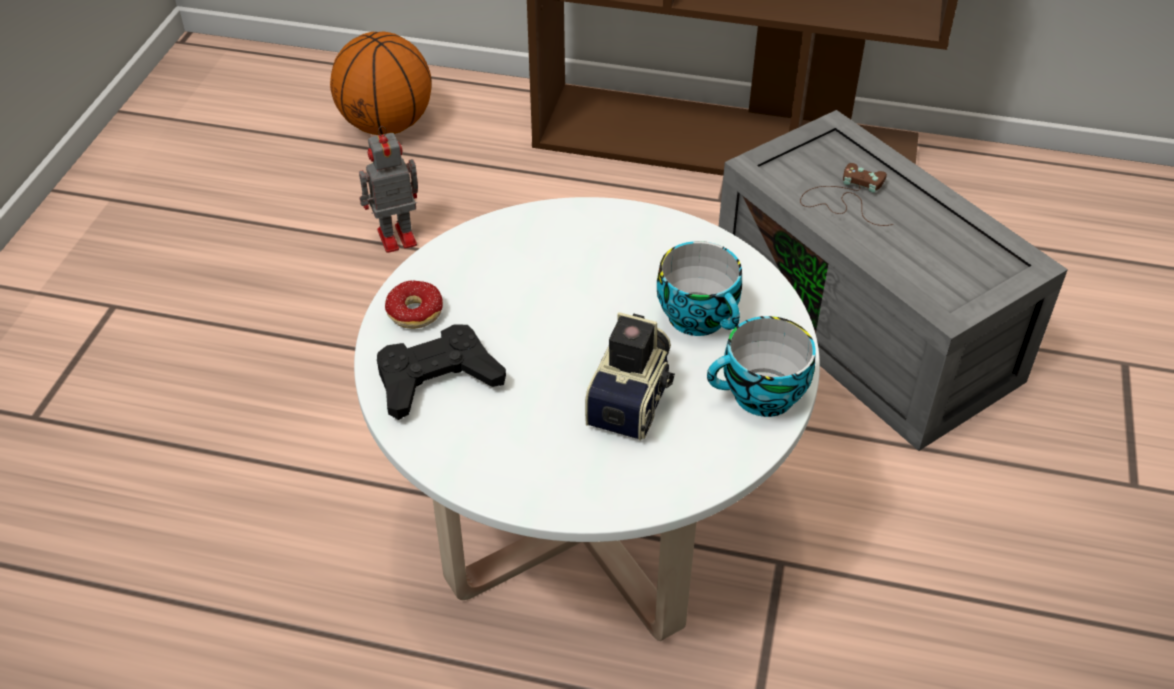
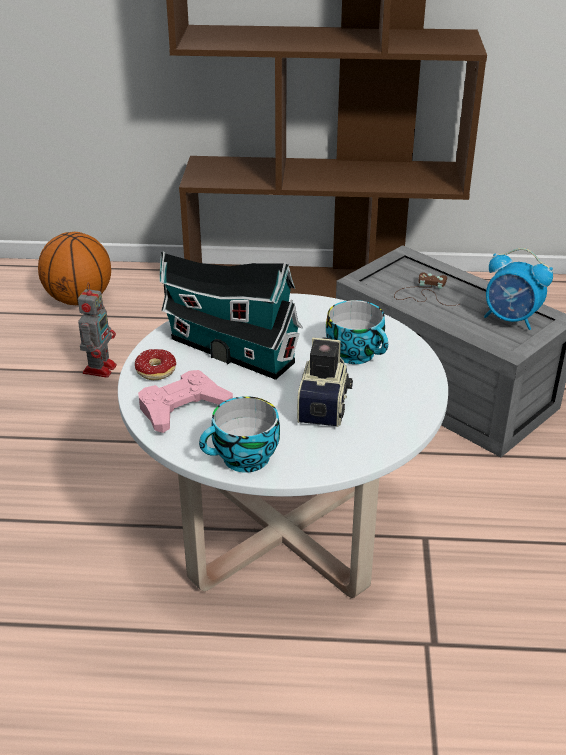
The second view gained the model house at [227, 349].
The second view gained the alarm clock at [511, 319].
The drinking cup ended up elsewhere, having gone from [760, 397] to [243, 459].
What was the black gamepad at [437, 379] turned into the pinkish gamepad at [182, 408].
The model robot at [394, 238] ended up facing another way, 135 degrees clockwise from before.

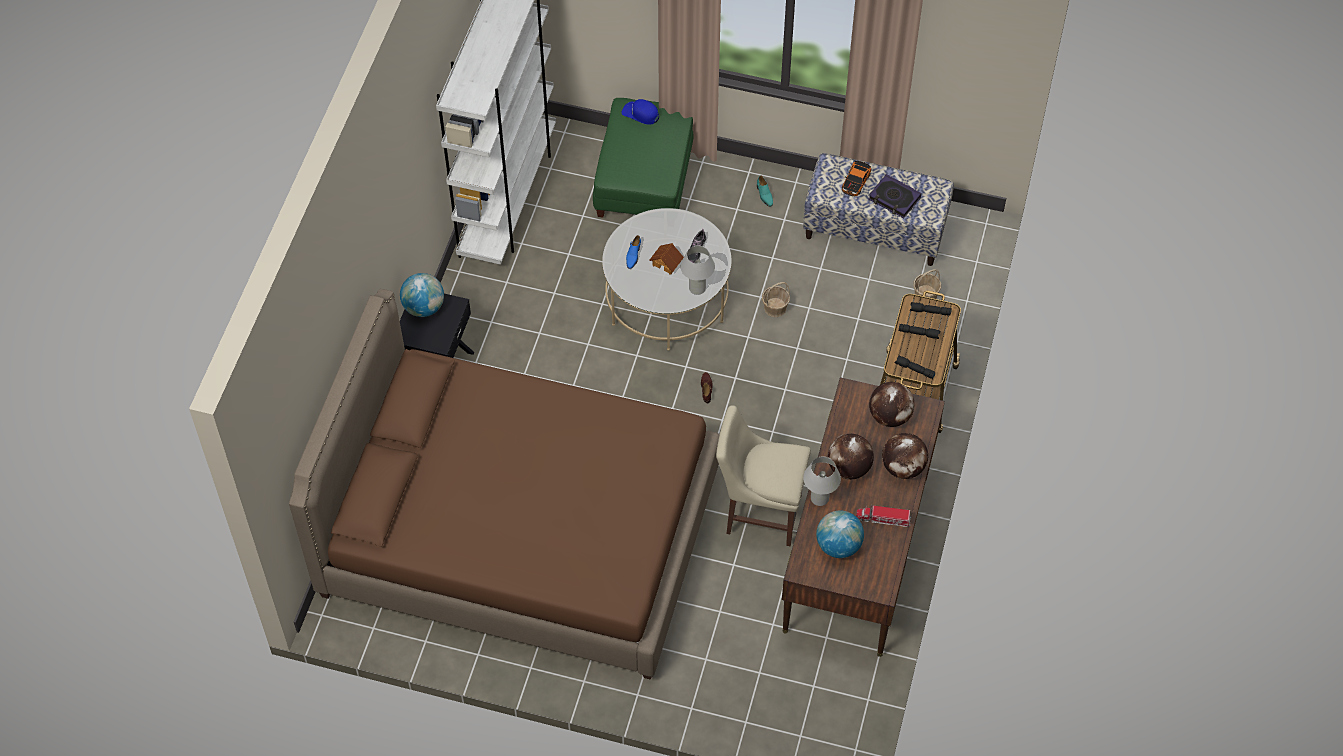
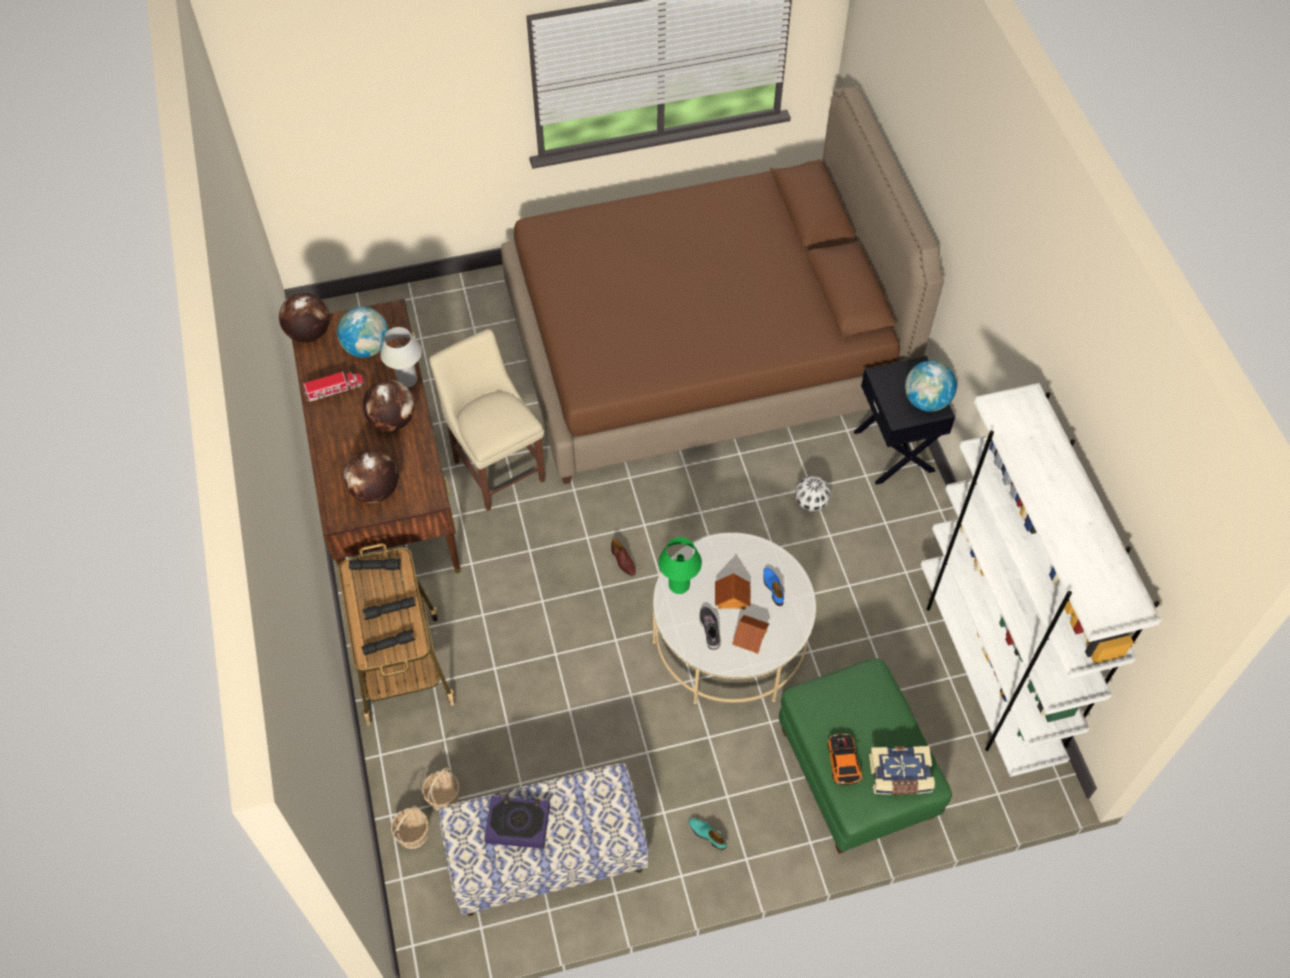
The second view gained the model house at [749, 637].
The second view gained the football at [811, 503].
The storage basket ended up elsewhere, having gone from [775, 307] to [413, 834].
The toy car ended up elsewhere, having gone from [856, 181] to [842, 761].
The world globe ended up elsewhere, having gone from [903, 468] to [309, 333].
Where the bluish cap stood at [640, 114], the volume came to stand at [899, 776].
What was the white tabletop lamp at [697, 288] turned into the greenish tabletop lamp at [679, 585].
The beige-coloured upright chair at [759, 512] ended up facing another way, 105 degrees counterclockwise from before.

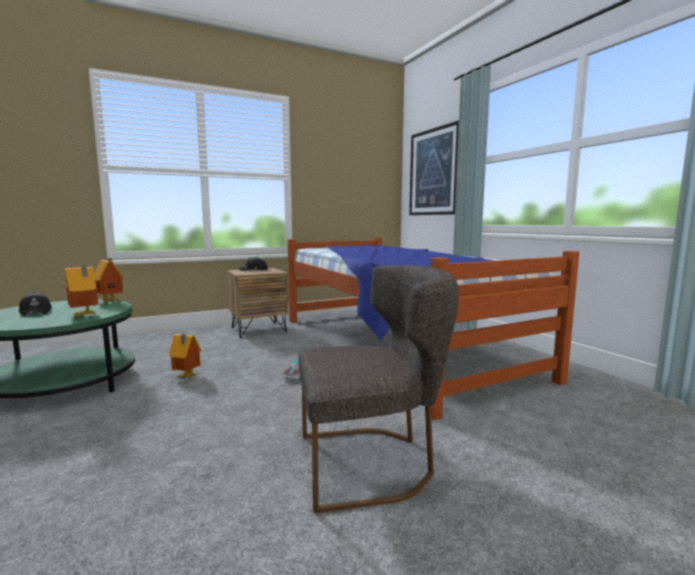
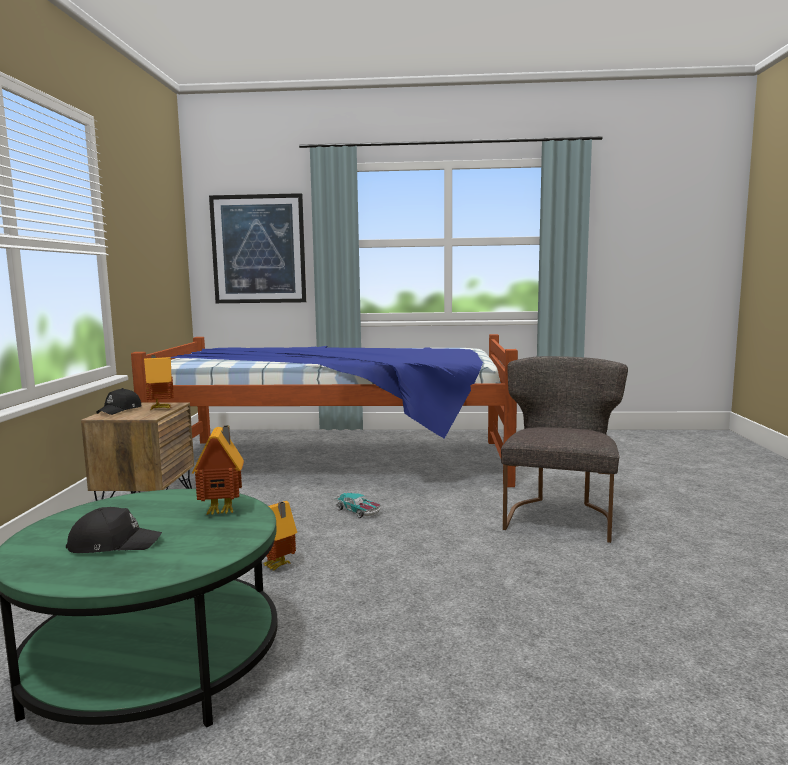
The model house ended up elsewhere, having gone from [111, 301] to [161, 408].

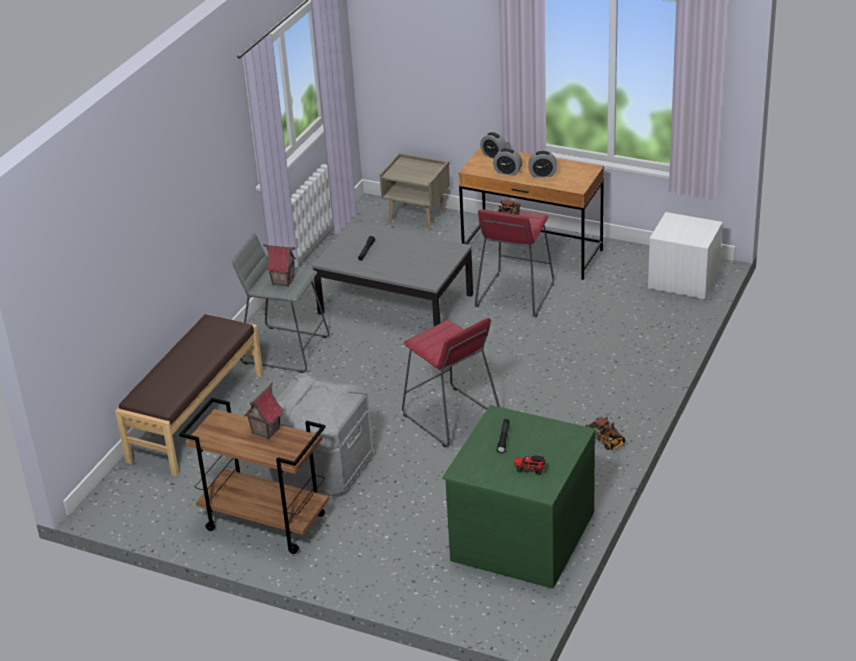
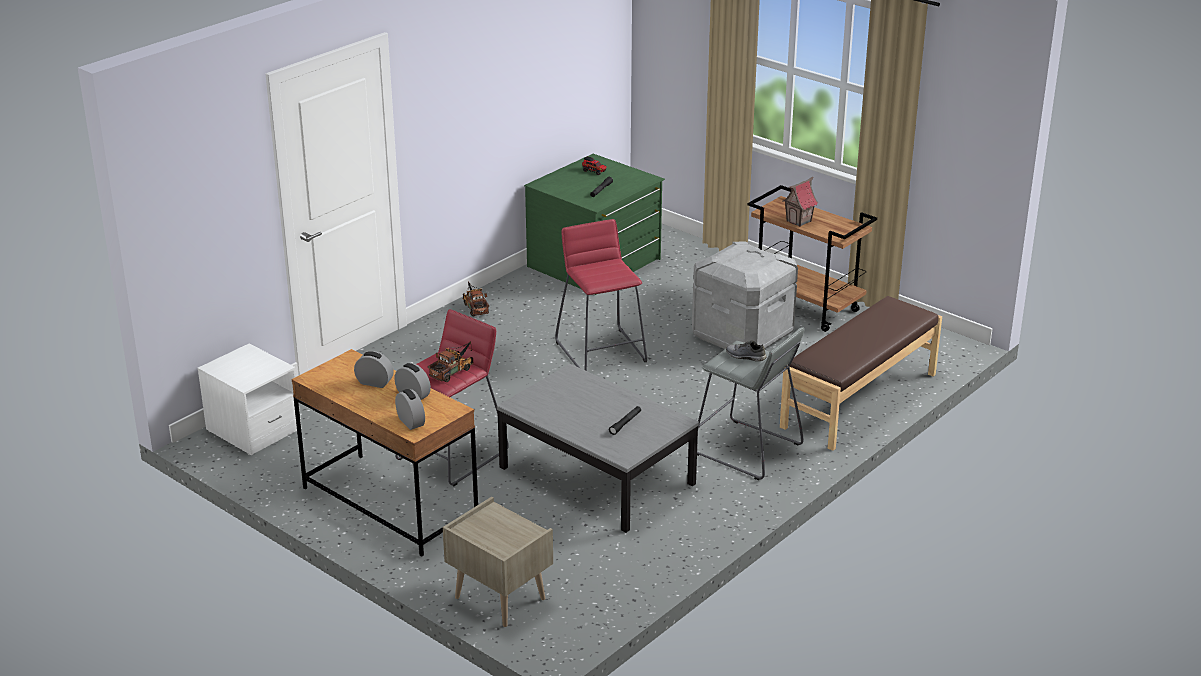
Where the model house stood at [283, 281], the gray low shoe came to stand at [745, 356].

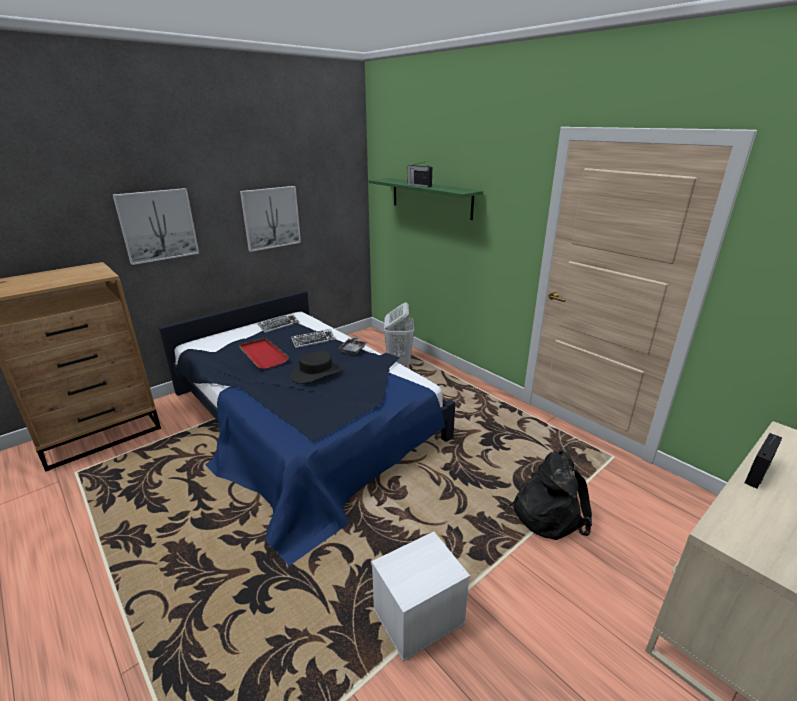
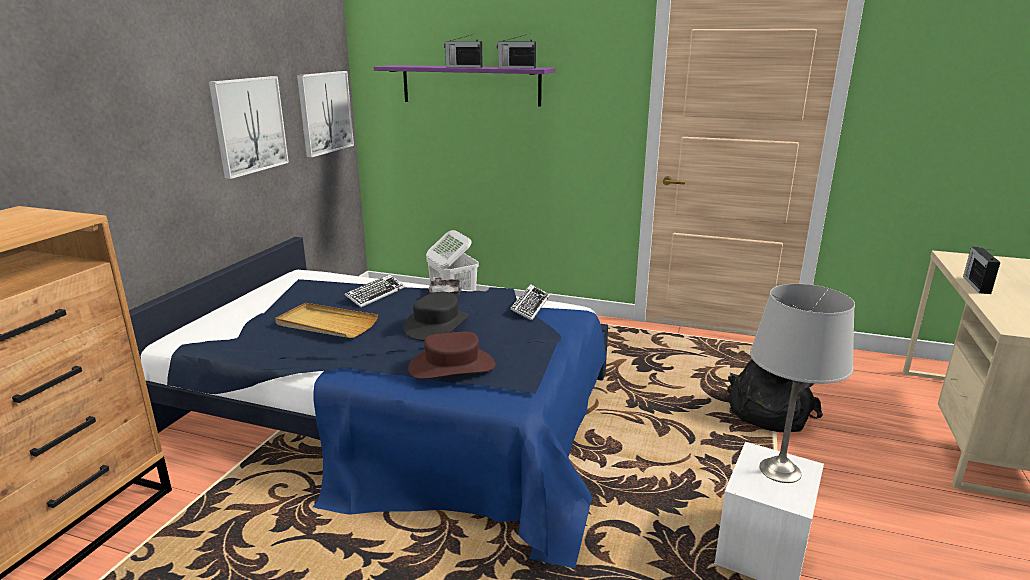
The second view gained the brownish hat at [452, 366].
The second view gained the radio receiver at [516, 68].
The second view gained the gray tabletop lamp at [779, 470].
The wall art ended up elsewhere, having gone from [158, 225] to [325, 112].
The PC keyboard ended up elsewhere, having gone from [279, 325] to [530, 306].
What was the red-coloured tray at [263, 355] turned into the beige-coloured tray at [326, 324].
What was the greenish shelf at [431, 198] turned into the purple-coloured shelf at [470, 85].

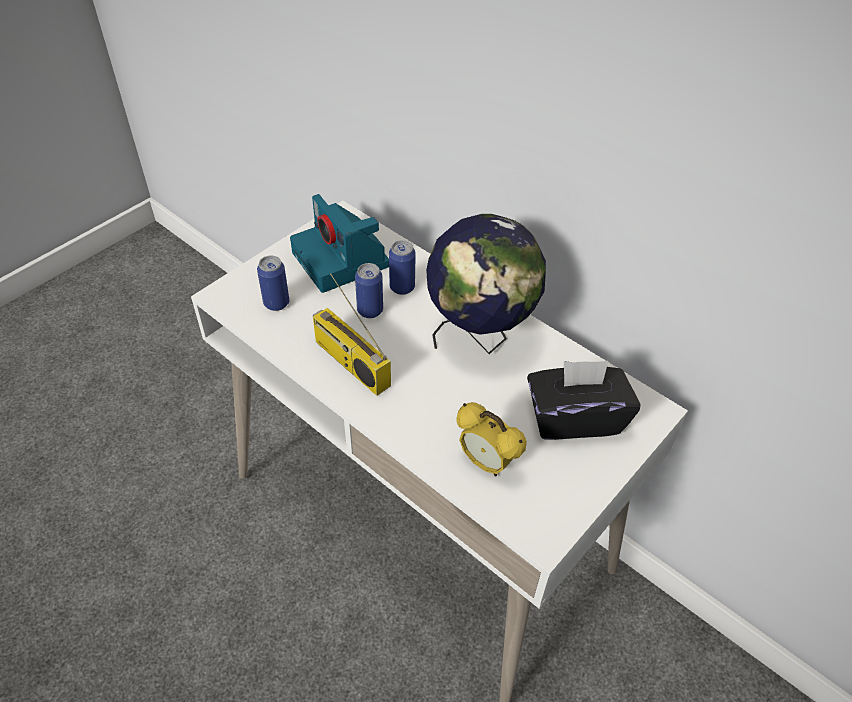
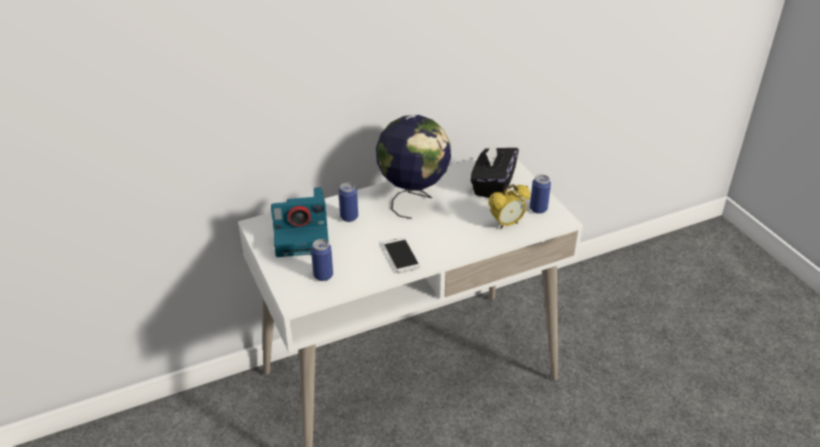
The metal can ended up elsewhere, having gone from [370, 310] to [538, 209].
Where the radio receiver stood at [349, 363], the phone came to stand at [401, 255].

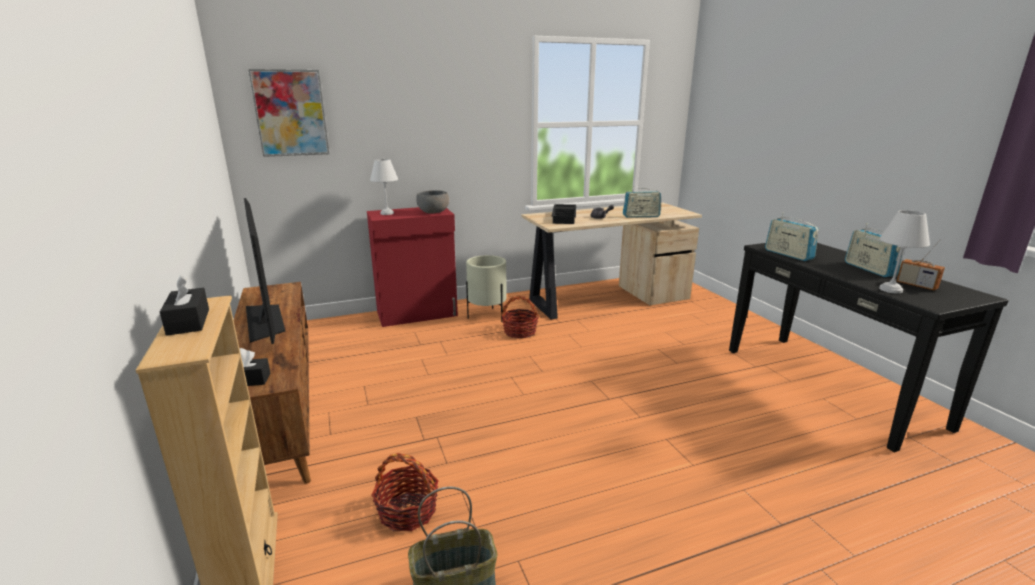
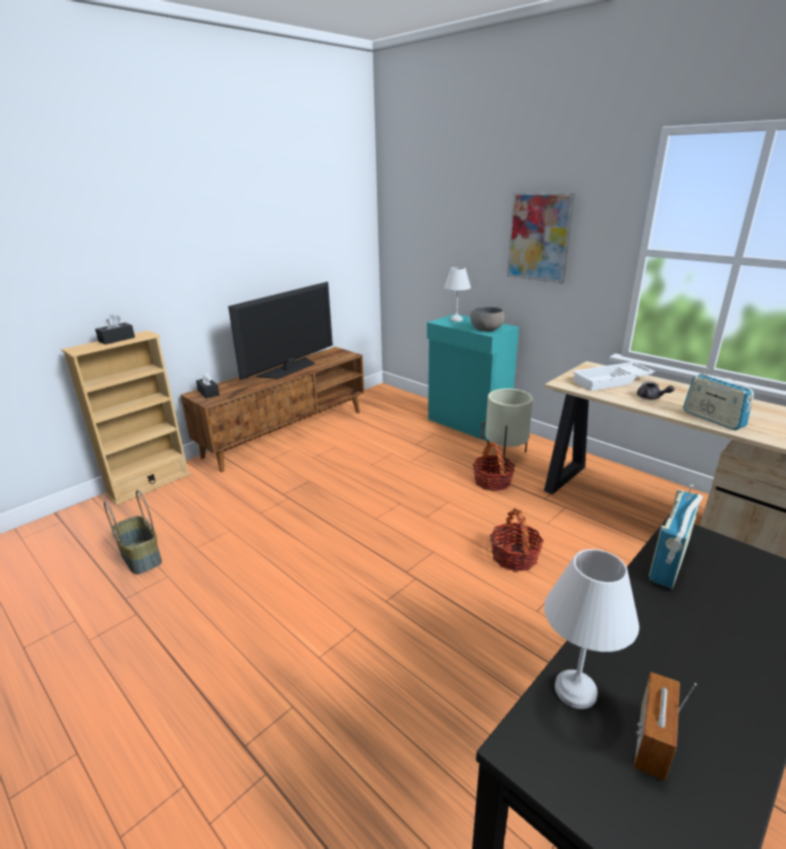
The second view lost the radio receiver at [869, 269].
The wall art ended up elsewhere, having gone from [290, 113] to [539, 237].
The storage basket ended up elsewhere, having gone from [408, 511] to [514, 557].
What was the red-coloured storage cabinet at [418, 314] turned into the turquoise storage cabinet at [468, 424].
What was the black tray at [565, 217] turned into the white tray at [612, 381].

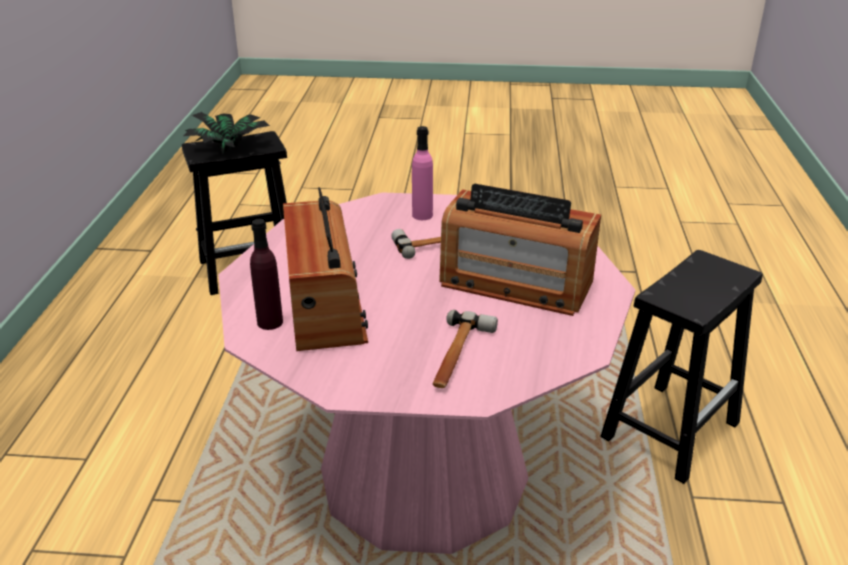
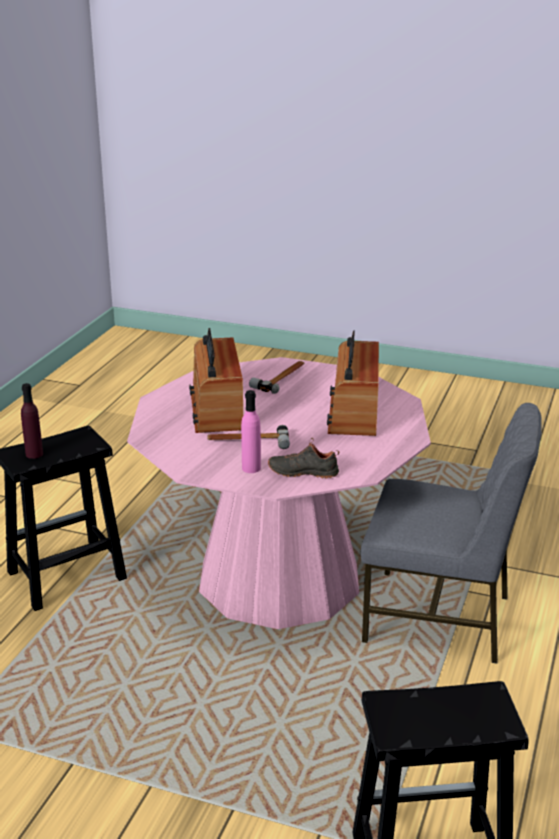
The second view lost the potted plant at [231, 149].
The second view gained the black low shoe at [303, 471].
The second view gained the gray upright chair at [440, 618].
The purple-coloured beverage bottle ended up elsewhere, having gone from [270, 322] to [34, 454].
The radio receiver at [515, 283] ended up facing another way, 135 degrees counterclockwise from before.

